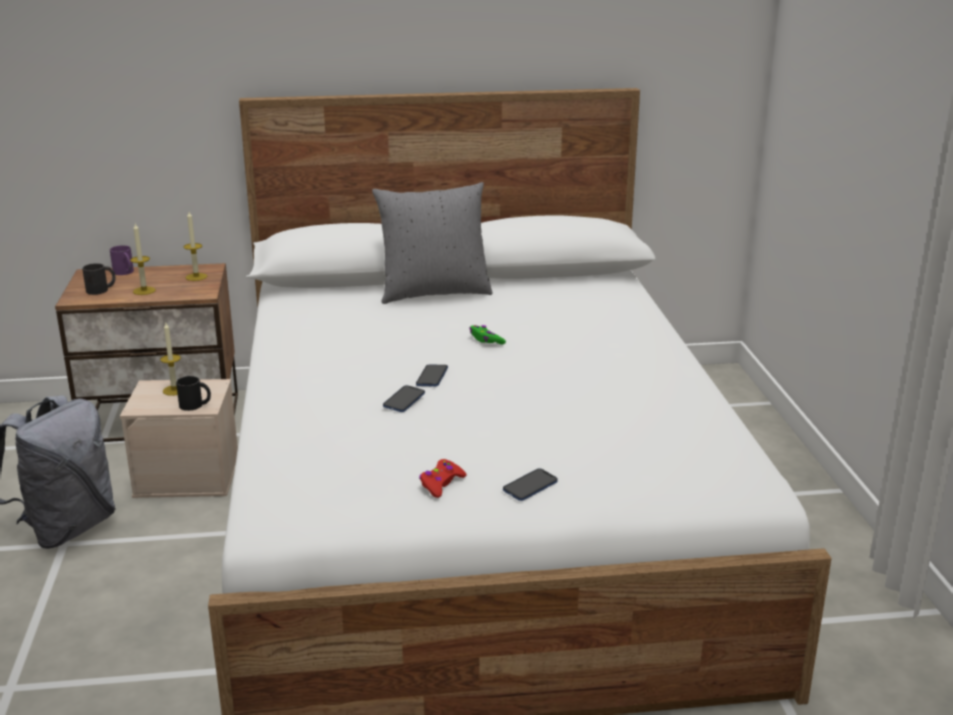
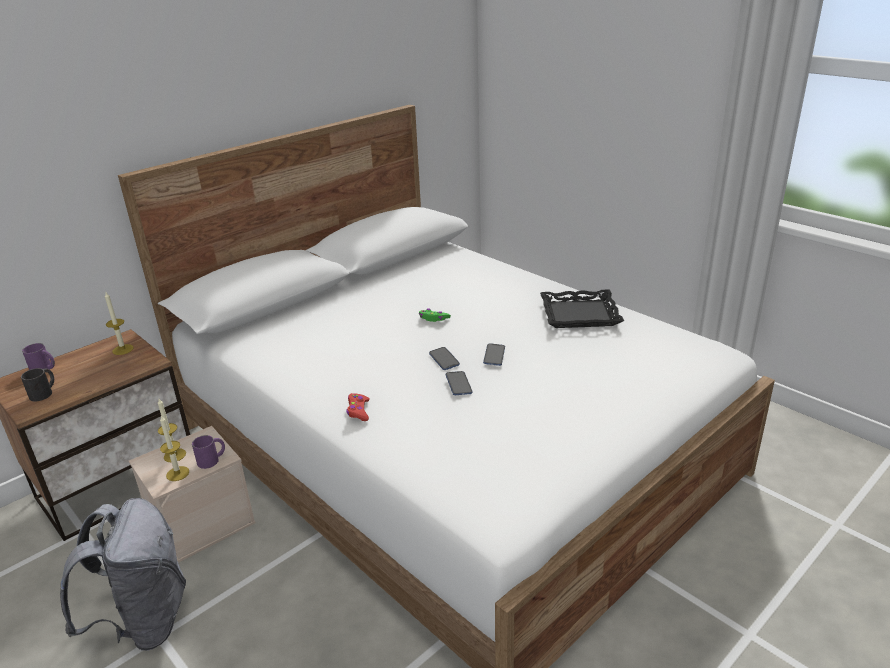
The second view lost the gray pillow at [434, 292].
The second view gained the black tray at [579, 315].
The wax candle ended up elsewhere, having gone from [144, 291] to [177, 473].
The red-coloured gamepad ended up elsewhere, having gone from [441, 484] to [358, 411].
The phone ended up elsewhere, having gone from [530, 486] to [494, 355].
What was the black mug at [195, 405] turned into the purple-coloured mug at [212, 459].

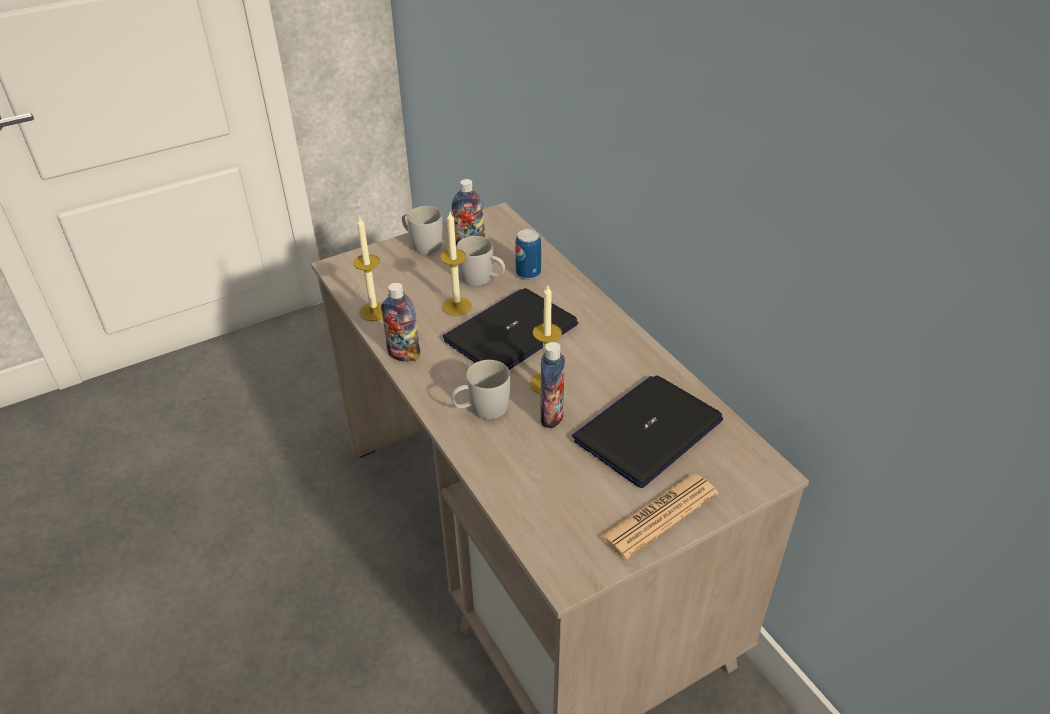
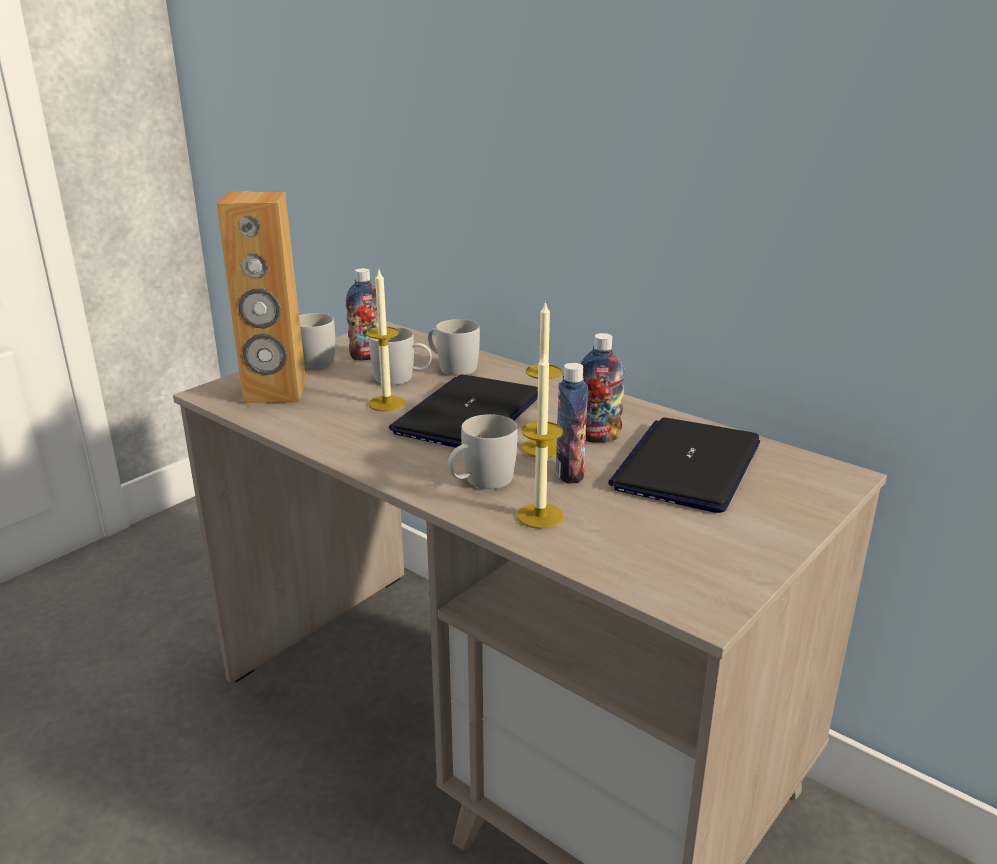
The second view lost the newspaper at [659, 516].
The second view gained the brownish speaker at [275, 393].
The wax candle ended up elsewhere, having gone from [374, 311] to [540, 516].
The beverage bottle ended up elsewhere, having gone from [404, 355] to [597, 437].
Where the metal can stood at [528, 273], the white mug came to stand at [452, 367].

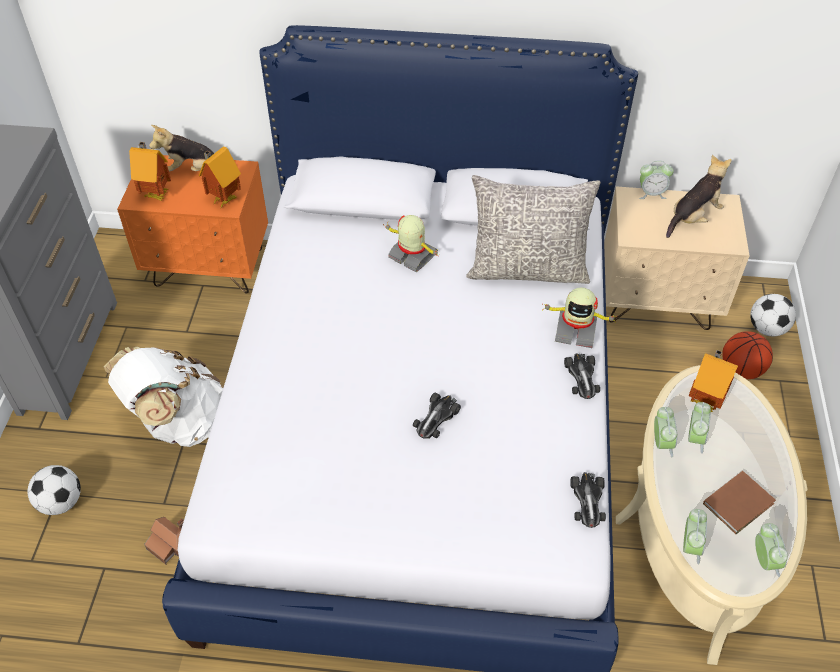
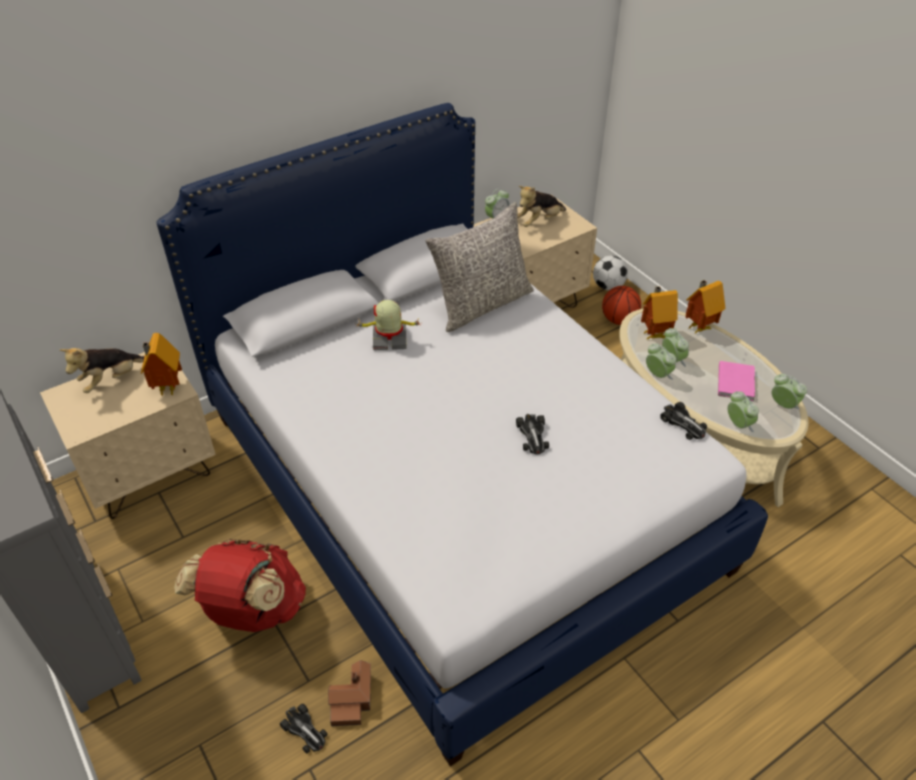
The second view lost the football at [61, 502].
The second view lost the model robot at [575, 330].
The model house ended up elsewhere, having gone from [157, 194] to [698, 327].
The toy car ended up elsewhere, having gone from [582, 377] to [304, 730].
What was the white rucksack at [178, 422] turned into the red-coloured rucksack at [252, 611].
What was the orange nightstand at [210, 268] turned into the beige-coloured nightstand at [151, 475].
What was the brownish volume at [740, 503] turned into the pinkish volume at [736, 381].
The cuddly toy at [693, 217] ended up facing another way, 135 degrees counterclockwise from before.

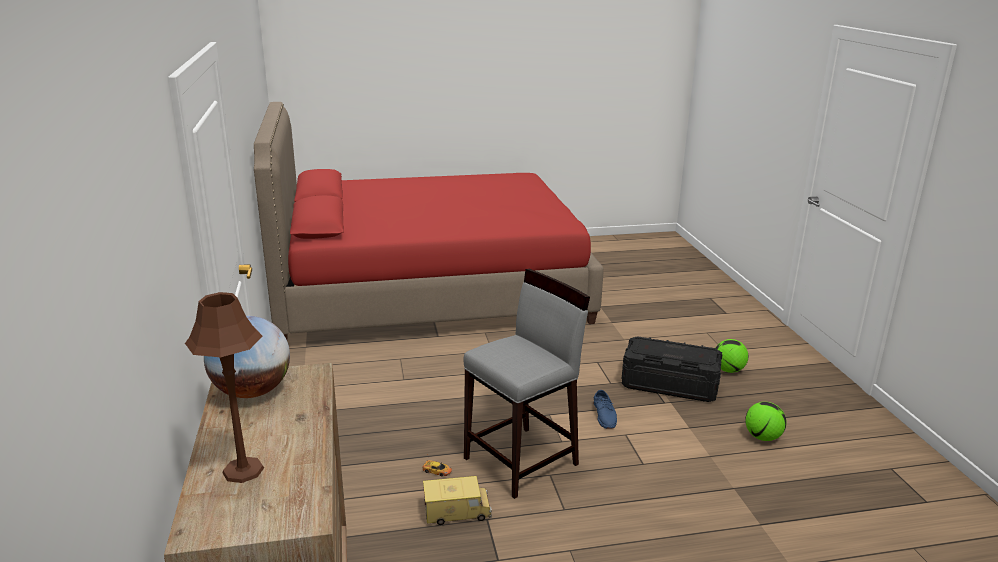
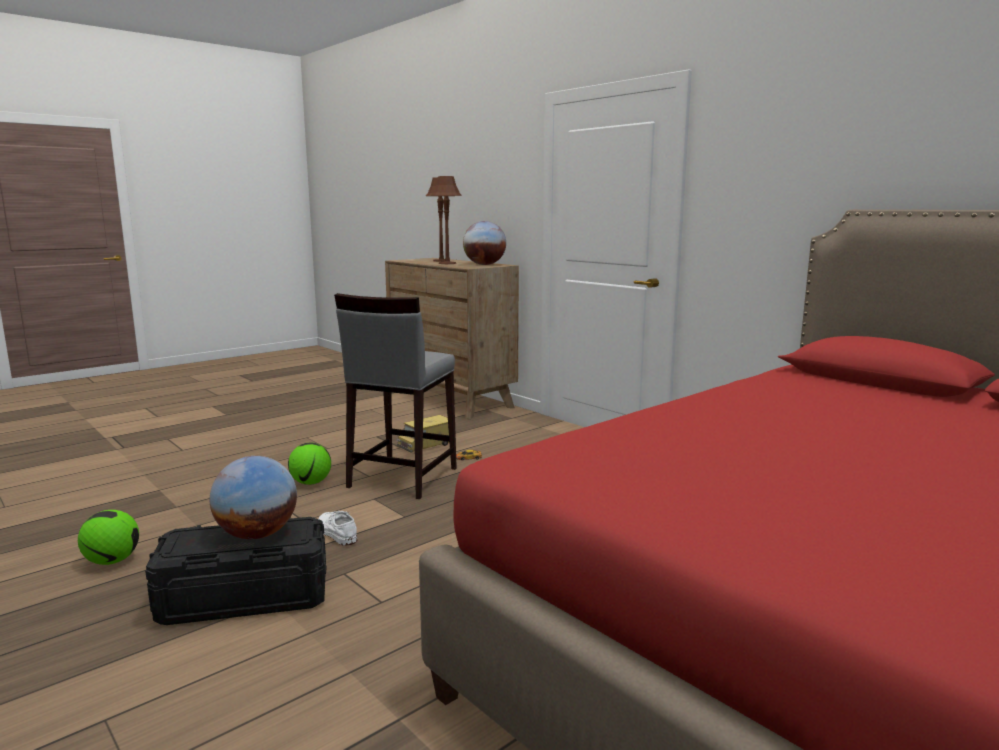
The second view gained the world globe at [257, 534].
The second view gained the brownish tabletop lamp at [447, 263].
The football ended up elsewhere, having gone from [728, 370] to [311, 483].
What was the bluish low shoe at [605, 415] turned into the white low shoe at [336, 532].

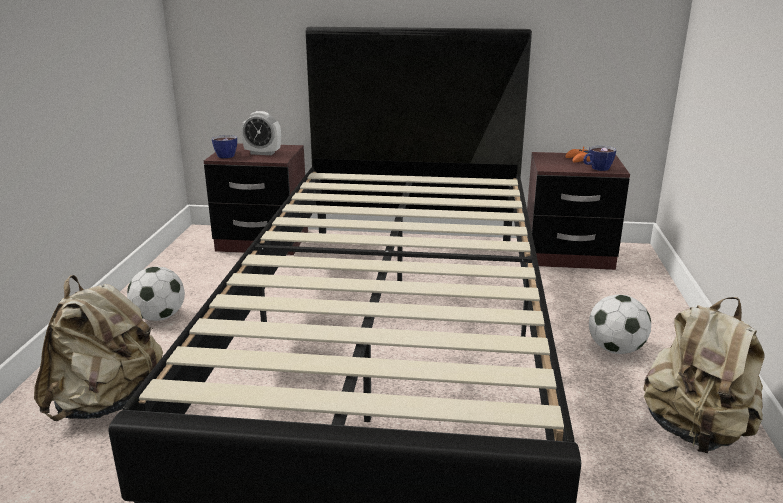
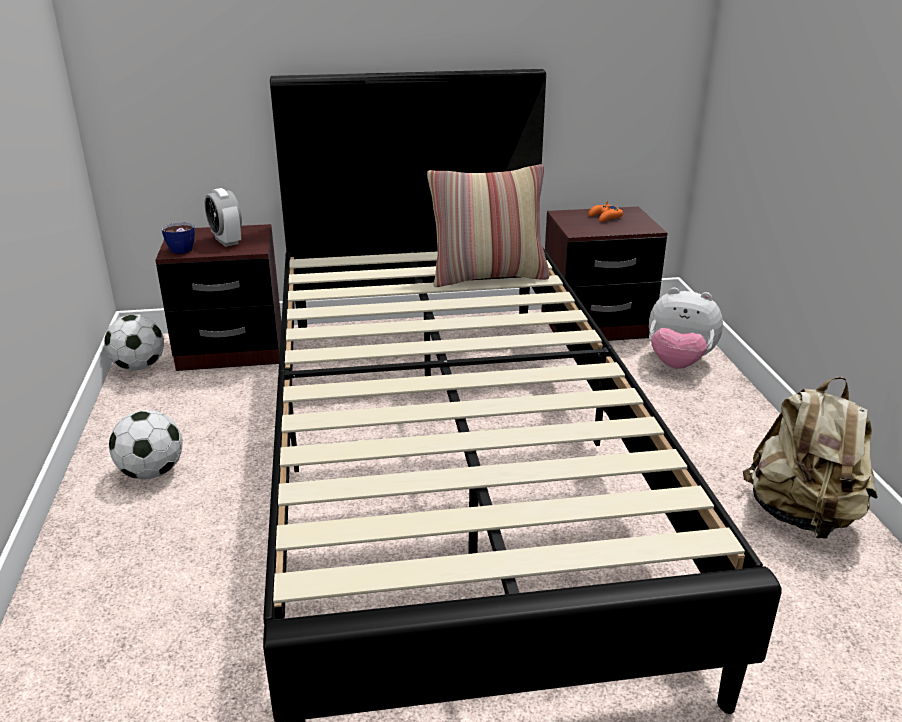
The second view lost the beige-coloured rucksack at [107, 403].
The second view lost the drinking cup at [596, 168].
The second view gained the pillow at [488, 277].
The second view gained the cuddly toy at [678, 363].
The football ended up elsewhere, having gone from [616, 350] to [139, 367].
The alarm clock at [262, 153] ended up facing another way, 60 degrees clockwise from before.

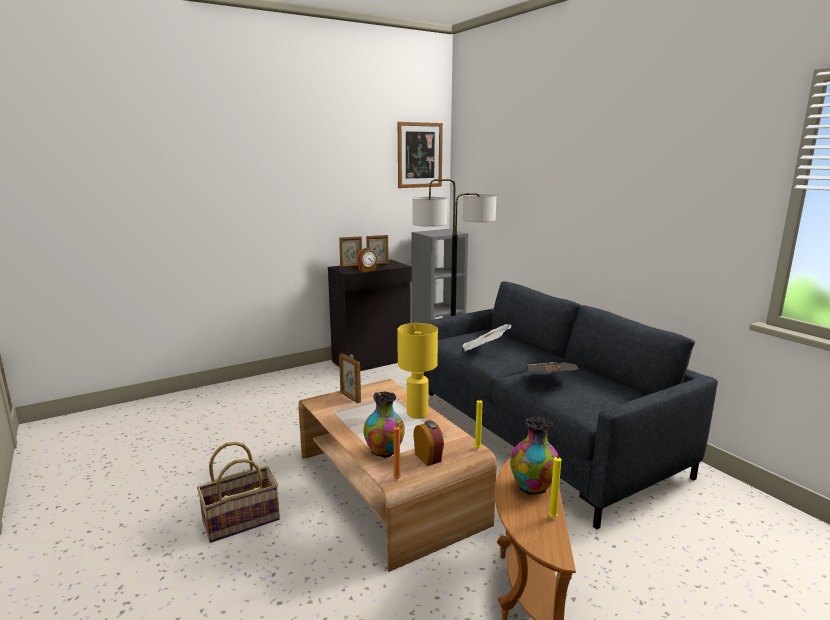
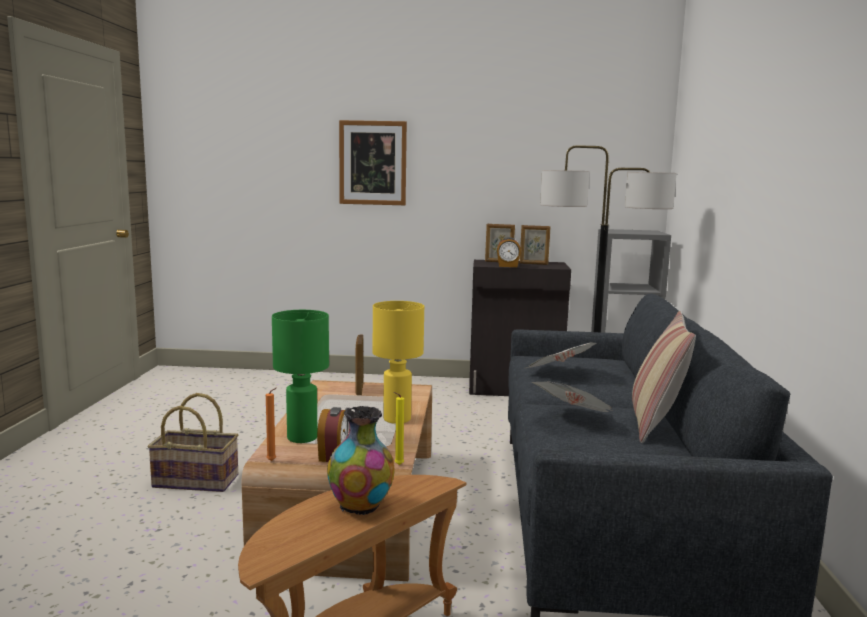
The second view lost the yellowish wax candle at [552, 518].
The second view gained the pillow at [655, 424].
The wall art ended up elsewhere, having gone from [419, 155] to [372, 163].
Where the decorative vase stood at [384, 452], the greenish tabletop lamp came to stand at [302, 438].

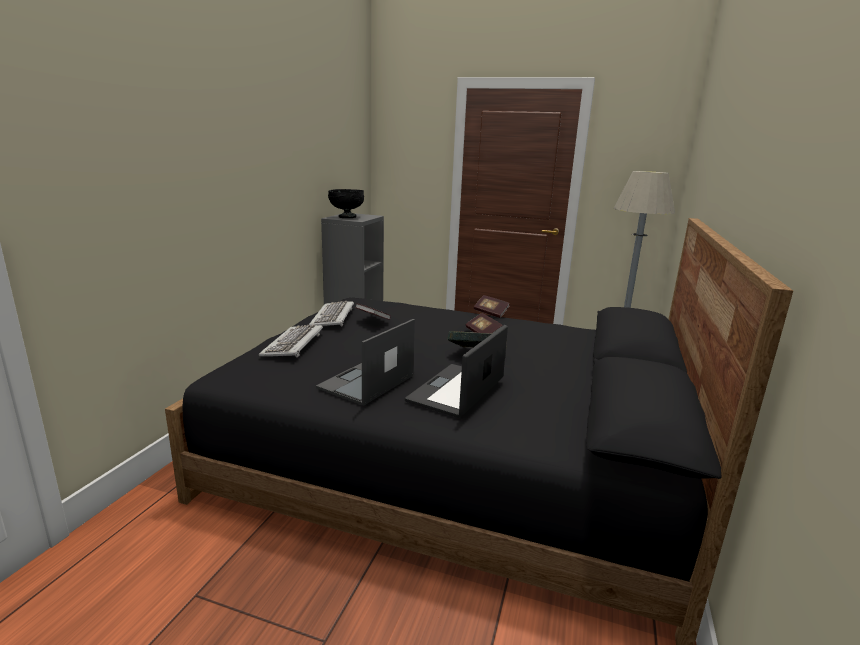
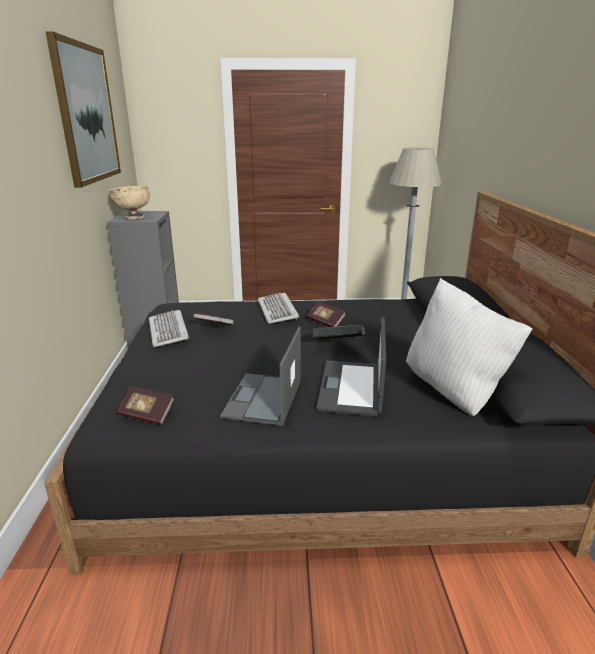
The second view gained the wall art at [86, 114].
The second view gained the white pillow at [454, 393].
The PC keyboard ended up elsewhere, having gone from [293, 344] to [278, 310].
The volume ended up elsewhere, having gone from [491, 313] to [147, 414].
What was the black serving bowl at [346, 217] turned into the beige-coloured serving bowl at [133, 217].

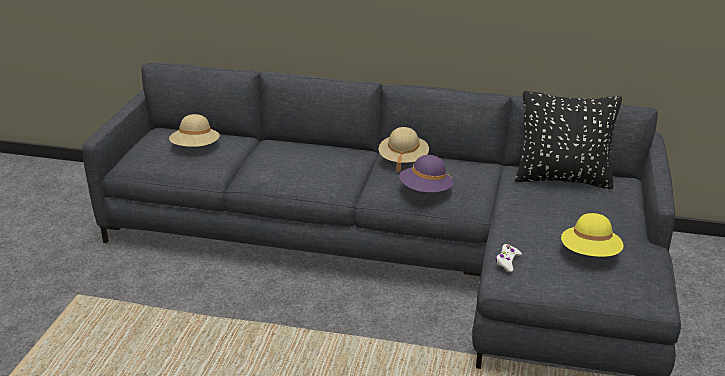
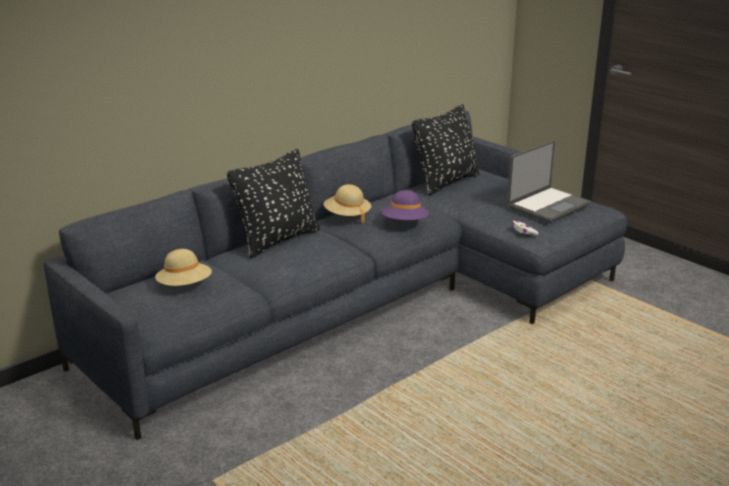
The second view gained the black pillow at [278, 240].
Where the yellowish hat stood at [590, 254], the portable computer came to stand at [547, 206].

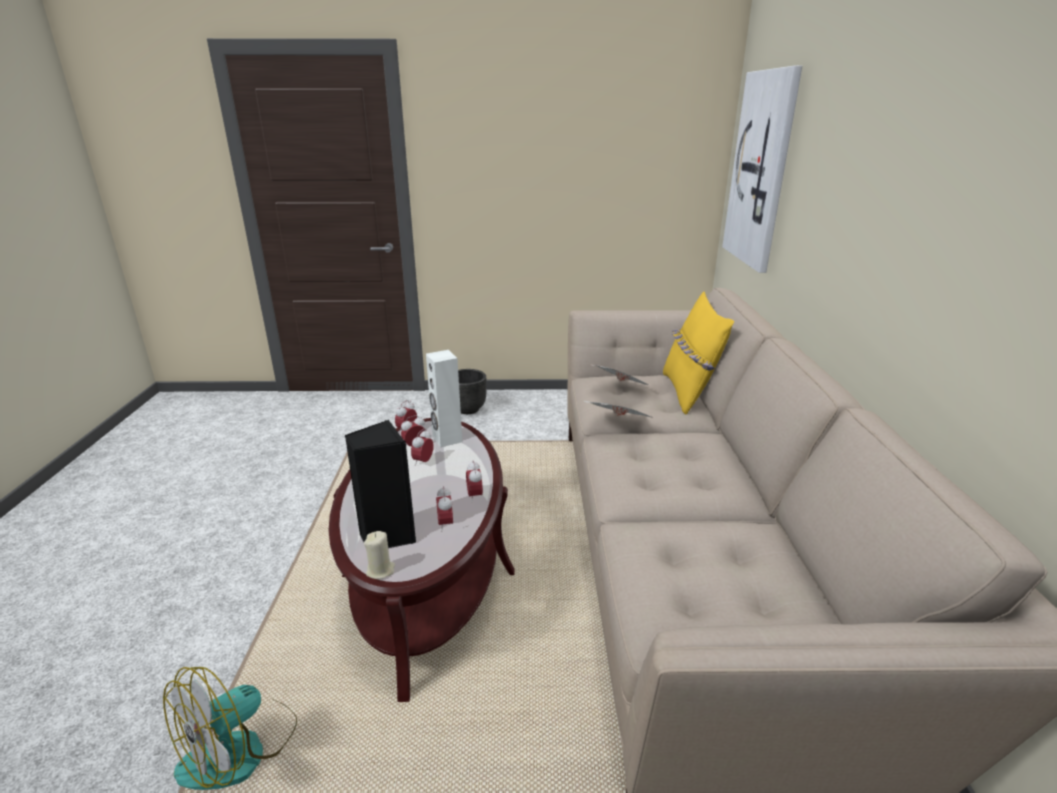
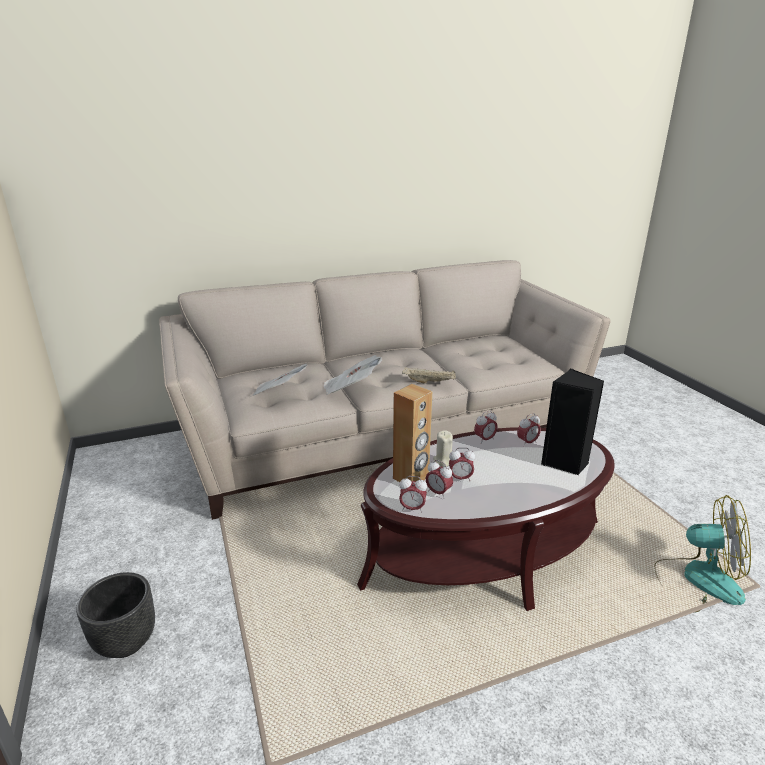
The second view lost the yellowish pillow at [688, 393].
The second view lost the wall art at [761, 170].
The second view gained the beige-coloured tray at [429, 382].
The beige-coloured wax candle ended up elsewhere, having gone from [380, 570] to [443, 461].
What was the white speaker at [446, 439] turned into the brownish speaker at [411, 478].

